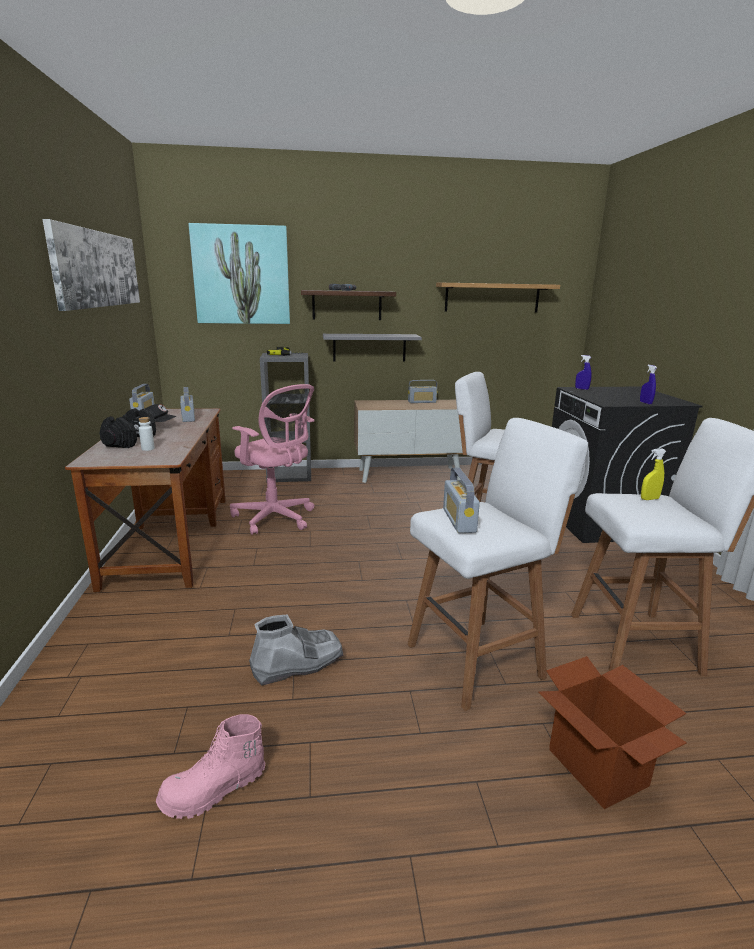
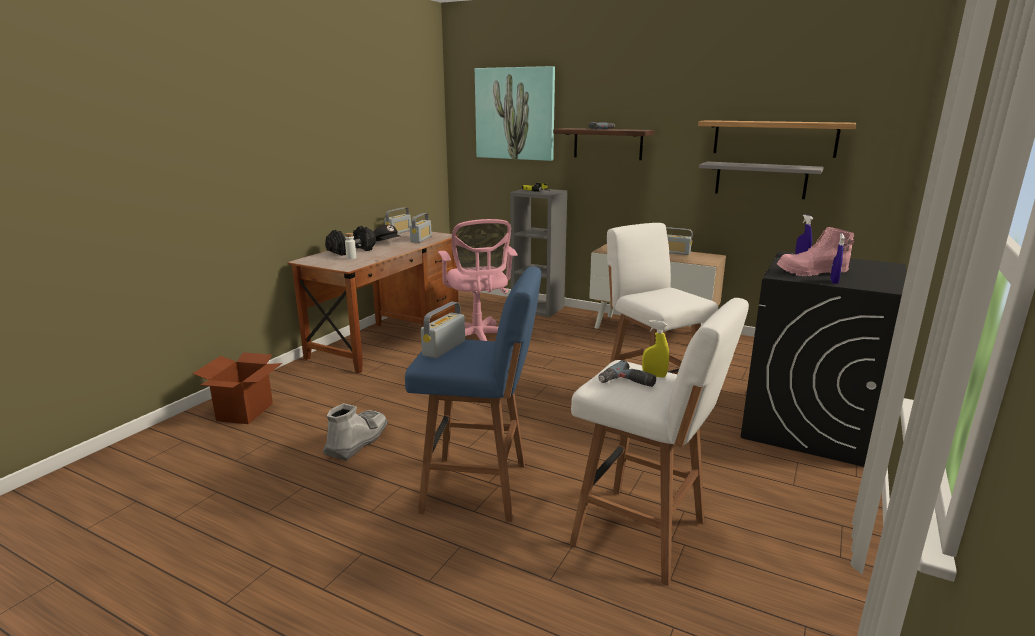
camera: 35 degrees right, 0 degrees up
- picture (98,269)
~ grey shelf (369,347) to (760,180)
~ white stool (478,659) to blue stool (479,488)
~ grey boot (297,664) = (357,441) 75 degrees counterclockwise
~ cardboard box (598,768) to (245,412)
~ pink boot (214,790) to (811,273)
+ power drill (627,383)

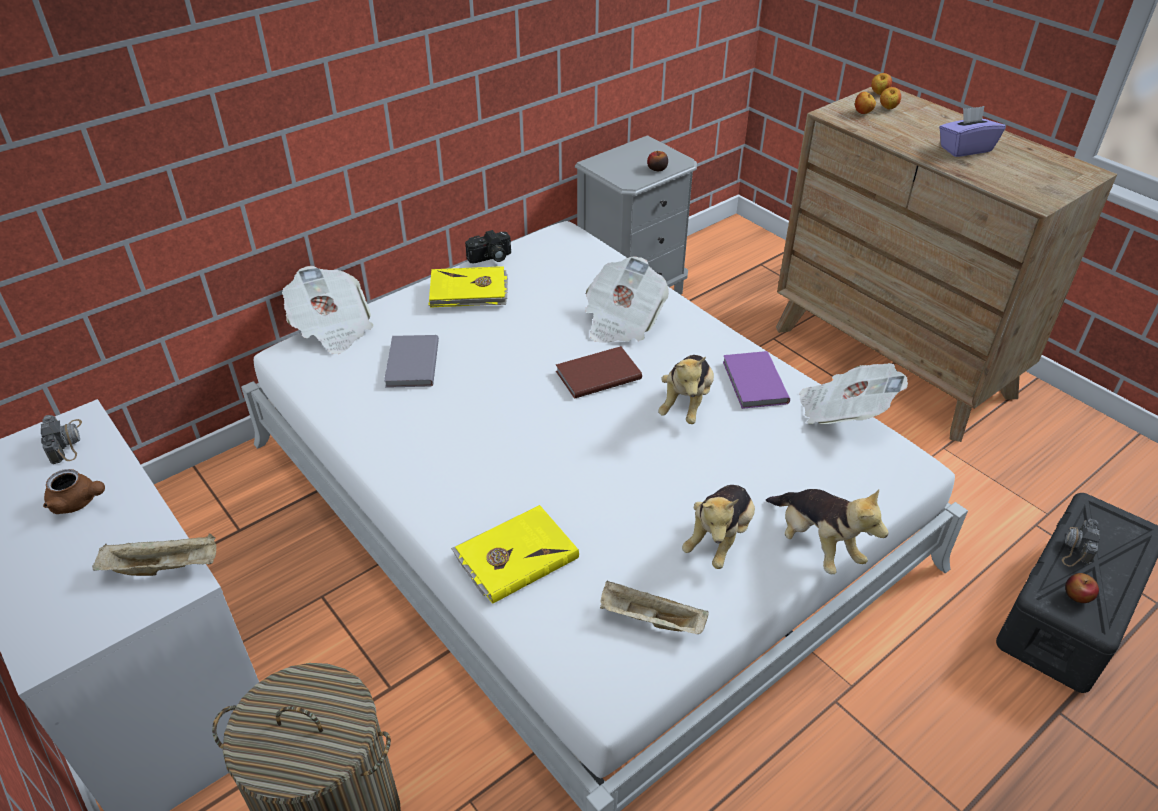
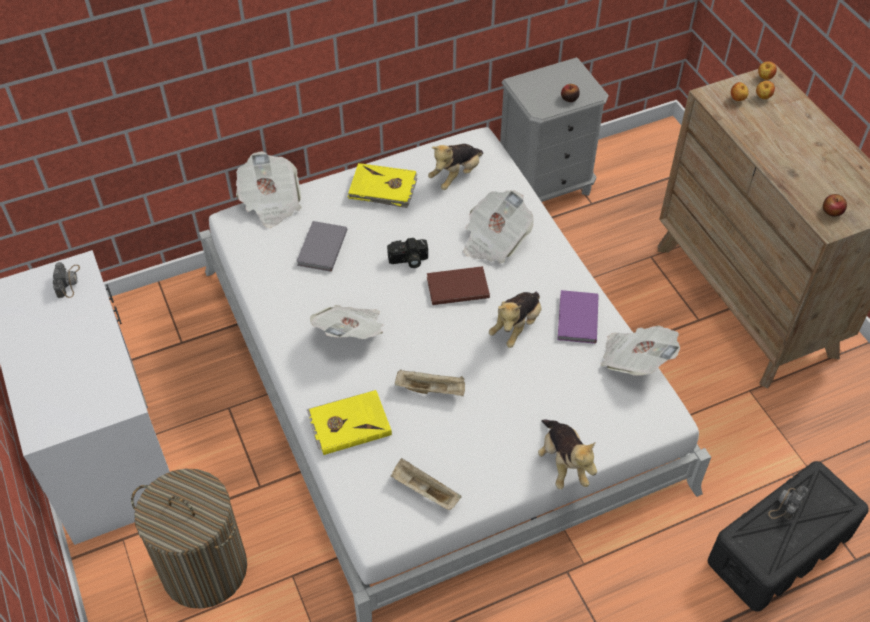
camera: 15 degrees right, 10 degrees up
- purple tissue box (965,149)
~ photo camera (490,258) to (408,261)
- brown teapot (78,502)
~ plush toy (719,538) to (456,176)
~ beige tray (164,567) to (431,389)
~ apple (1077,595) to (832,211)
+ newspaper (351,333)

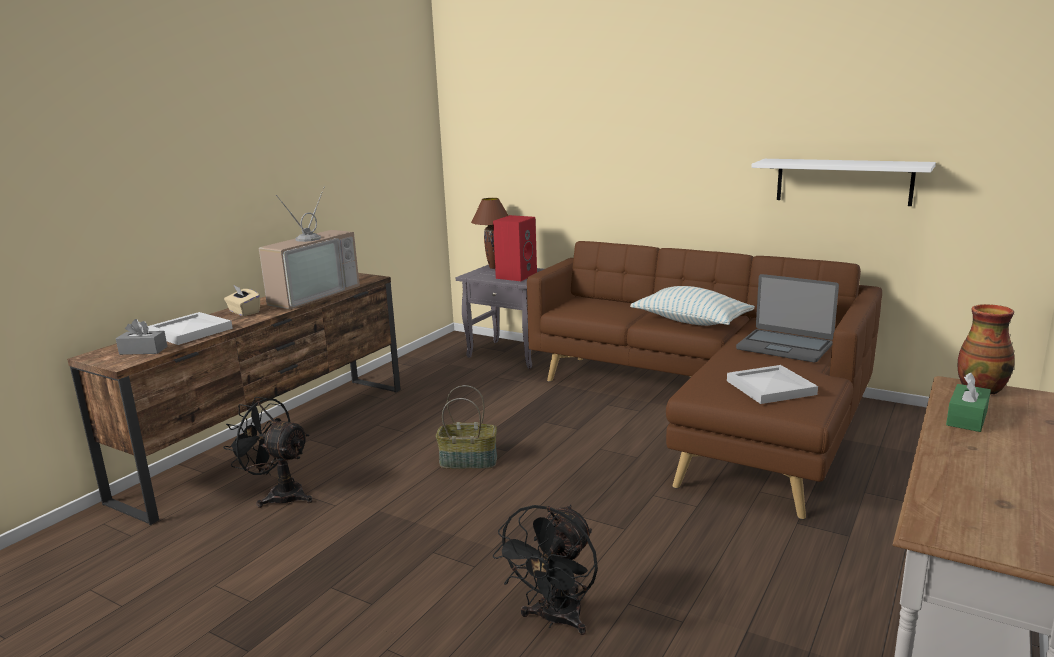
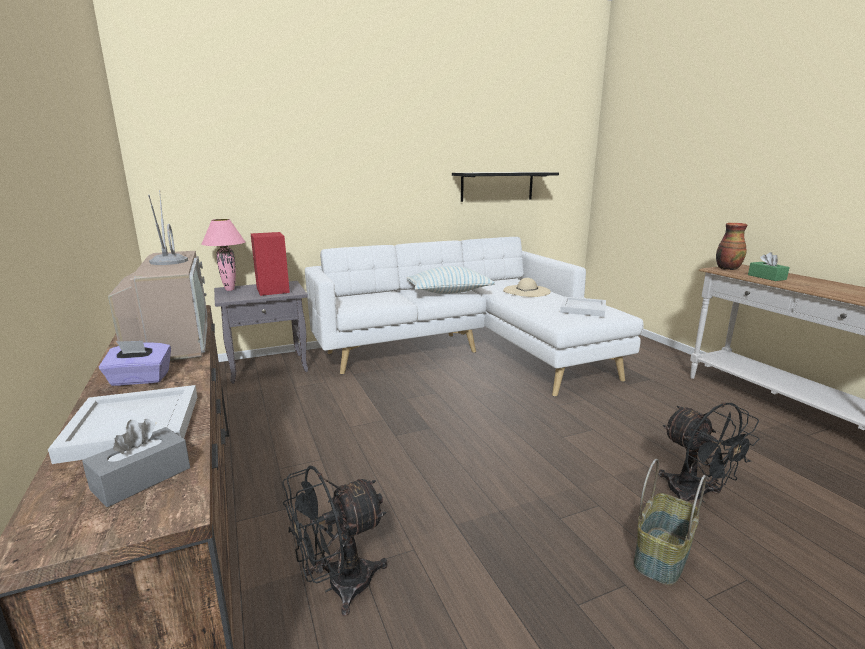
camera: 55 degrees left, 0 degrees up
~ white shelf (843,181) to black shelf (497,186)
~ brown table lamp (494,267) to pink table lamp (230,289)
~ brown sofa (710,412) to white sofa (474,352)
~ laptop (784,346) to beige hat (526,291)
~ beige tissue box (244,312) to purple tissue box (140,379)
~ basket (469,461) to (661,554)

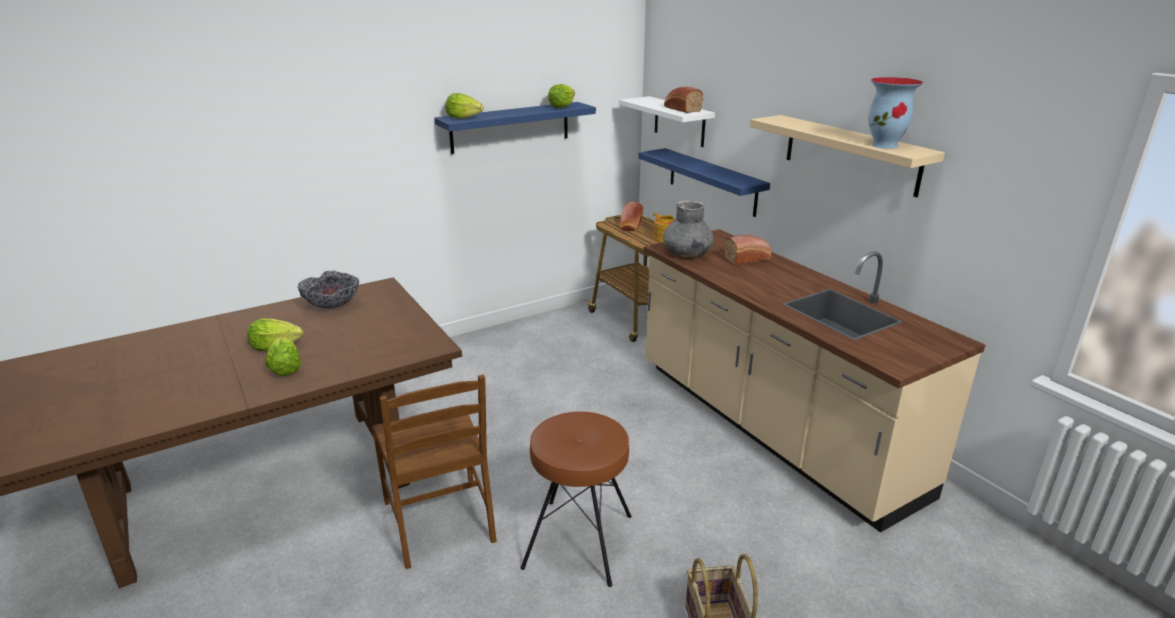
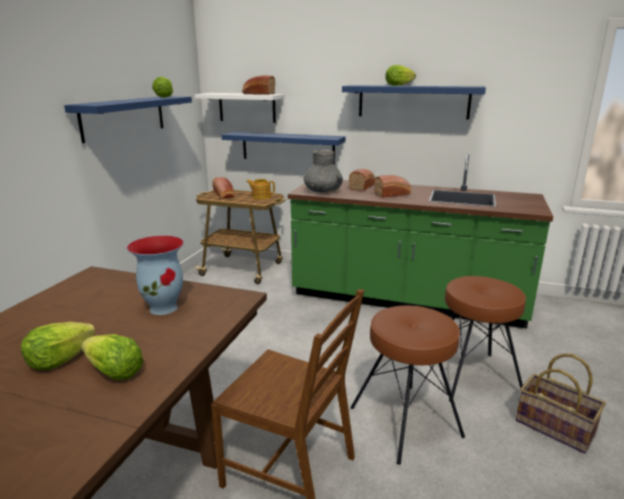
camera: 40 degrees left, 5 degrees down
~ vase (885,145) to (164,308)
~ lettuce (463,118) to (398,85)
~ beige shelf (850,154) to blue shelf (413,102)
~ beige counter (770,427) to green counter (406,300)
- bowl (332,305)
+ bread (393,194)
+ brown stool (472,377)

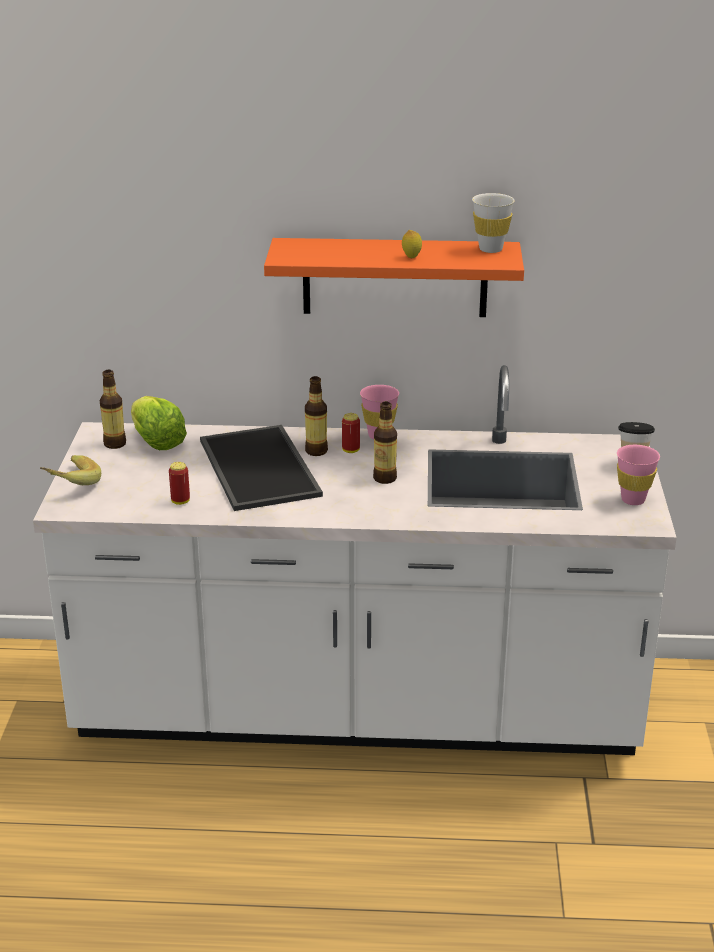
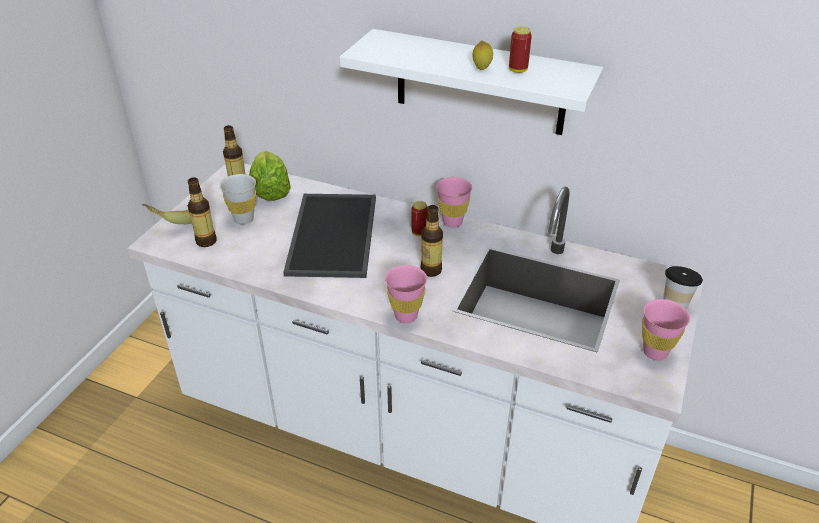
camera: 20 degrees right, 10 degrees up
~ white cup (490,249) to (244,219)
~ orange shelf (395,277) to white shelf (480,83)
~ bottle (316,451) to (206,241)
~ can (180,501) to (518,70)
+ pink cup (406,316)

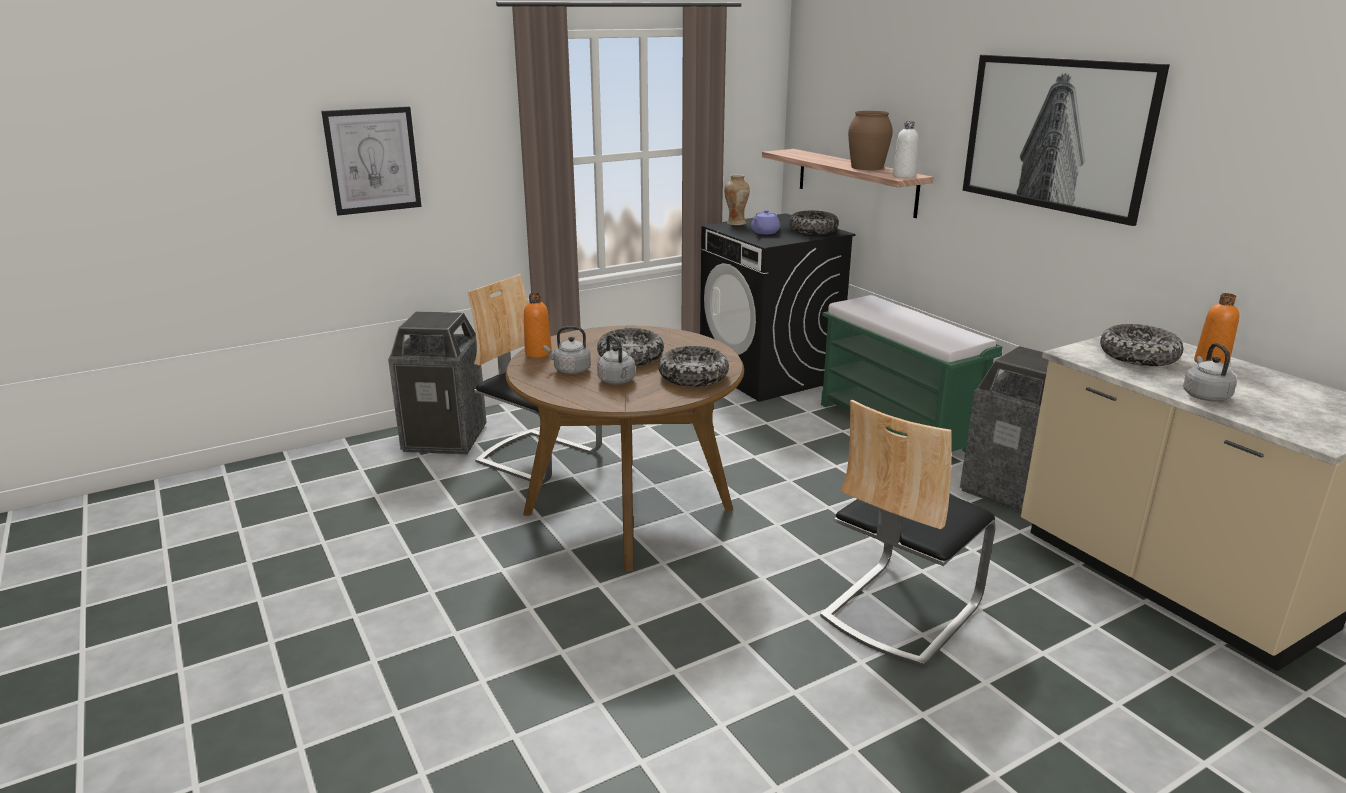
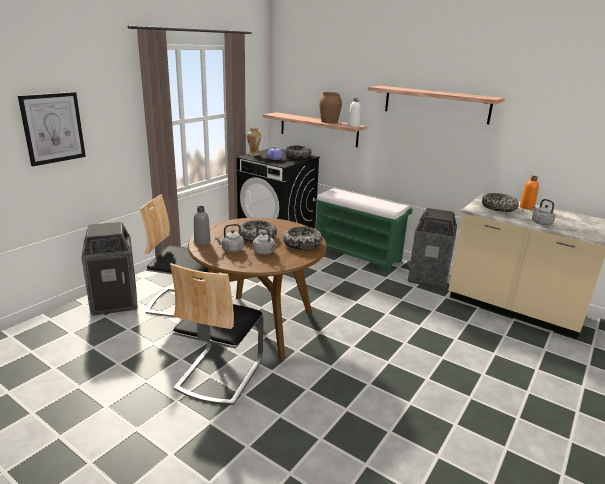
camera: 25 degrees left, 0 degrees up
~ picture (1055,134) to shelf (436,104)
~ orange bottle (538,353) to grey bottle (202,242)
~ chair (900,610) to (219,373)

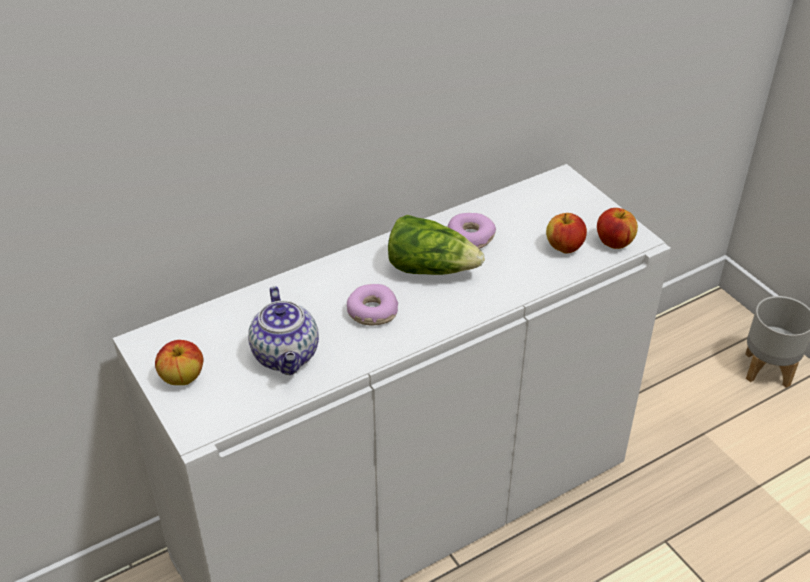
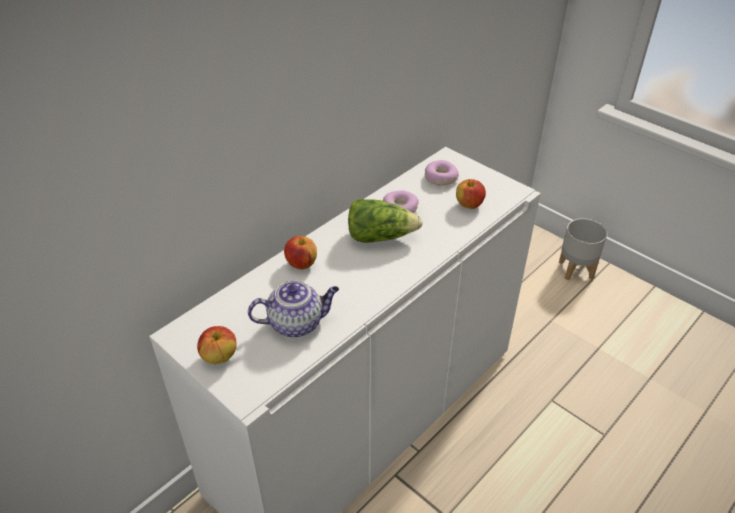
camera: 15 degrees left, 0 degrees up
~ apple (614,242) to (301,264)
~ donut (371,312) to (440,178)
~ teapot (286,356) = (297,323) 75 degrees counterclockwise

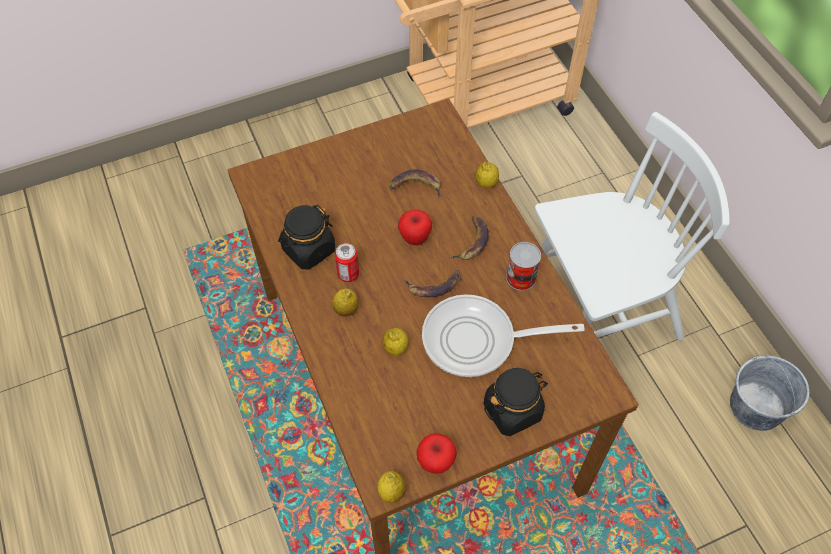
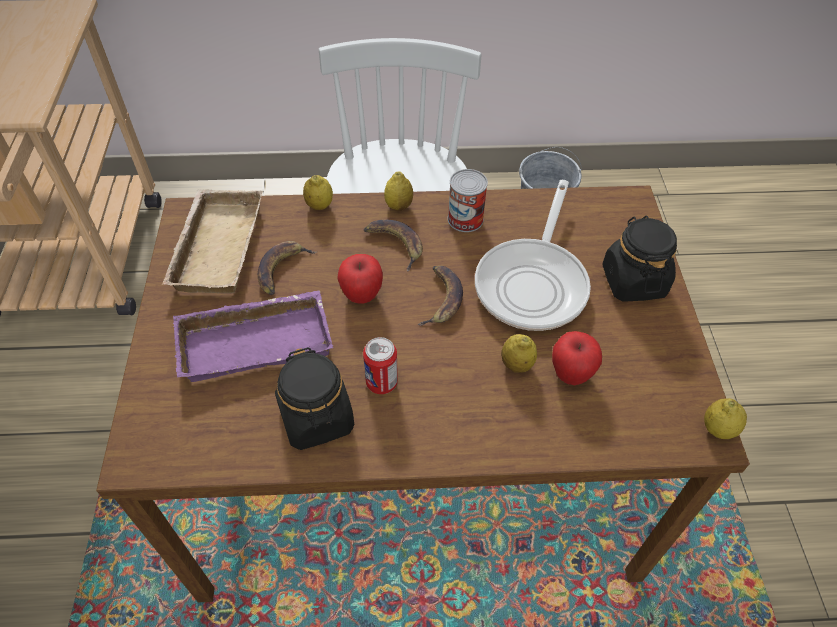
camera: 70 degrees left, 5 degrees down
~ lemon (346,310) to (399,206)
~ apple (435,462) to (571,374)
+ beige tray (215,246)
+ purple tray (257,339)

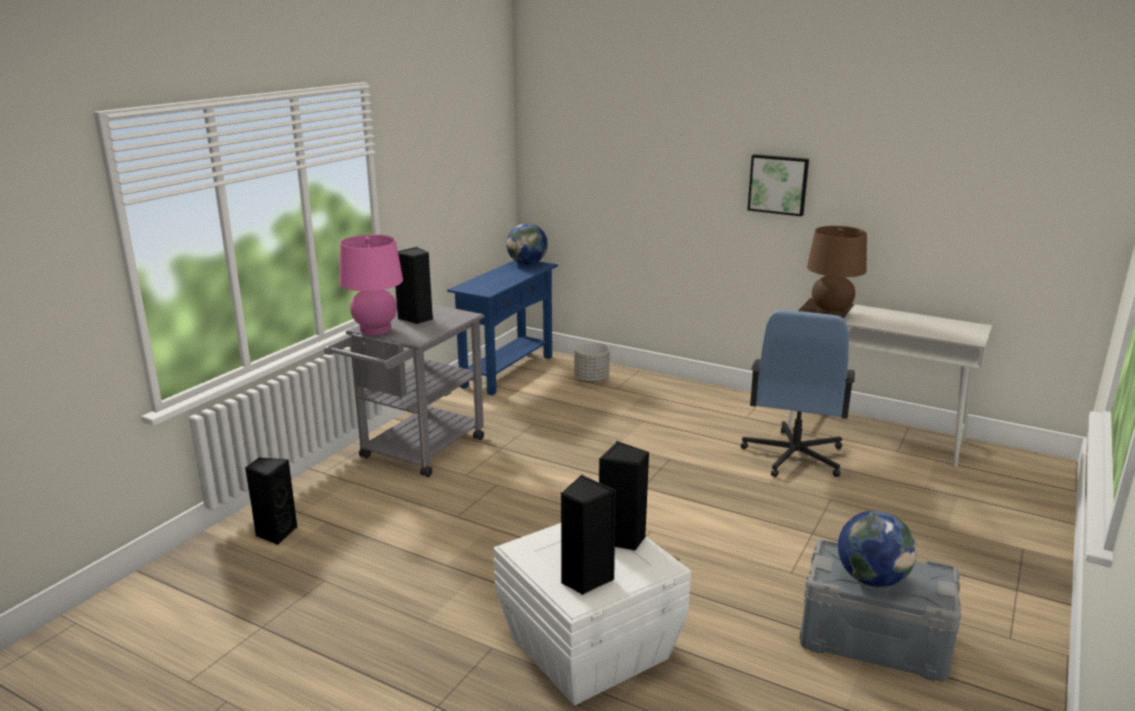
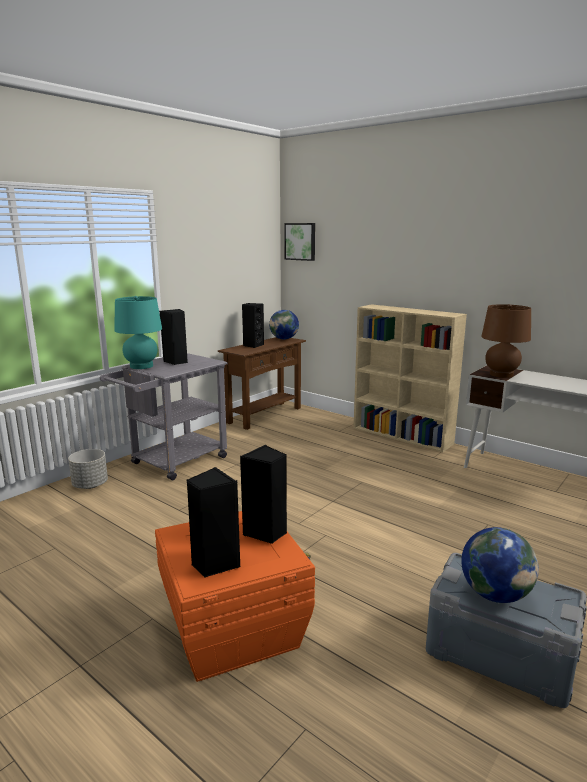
camera: 10 degrees right, 5 degrees down
~ picture (778,184) to (300,241)
~ pink table lamp (375,329) to turquoise table lamp (141,366)
~ blue console table (507,371) to brown console table (264,415)
- blue office chair (793,456)
~ grey planter (591,379) to (90,485)
~ black speaker (275,533) to (253,345)
~ white storage box (589,646) to orange storage box (234,627)
+ beige bookcase (403,436)

